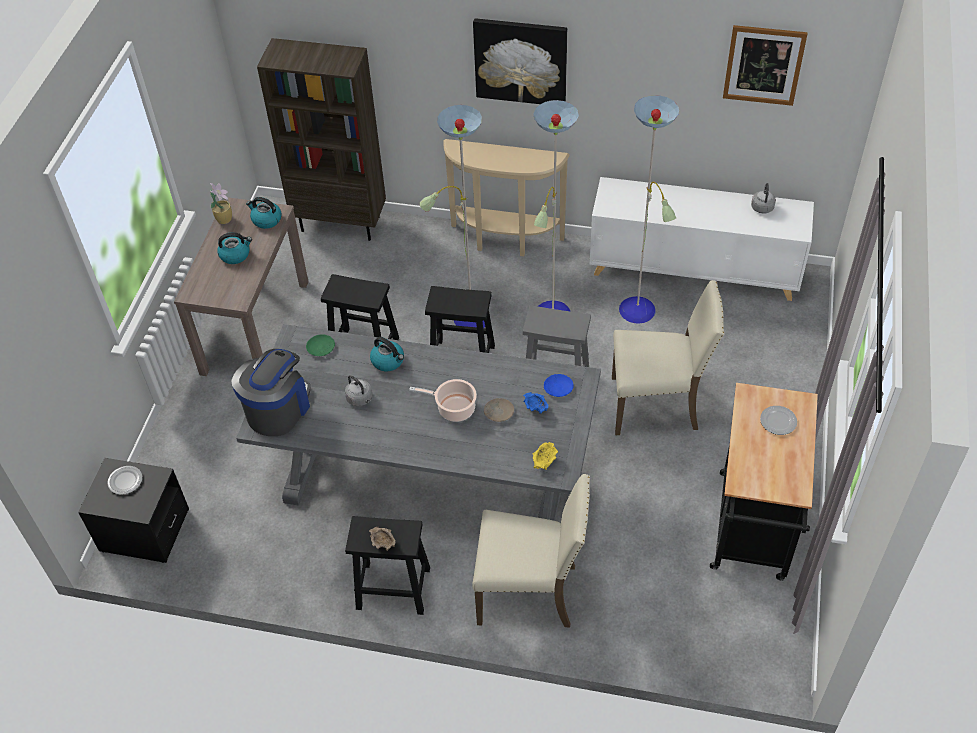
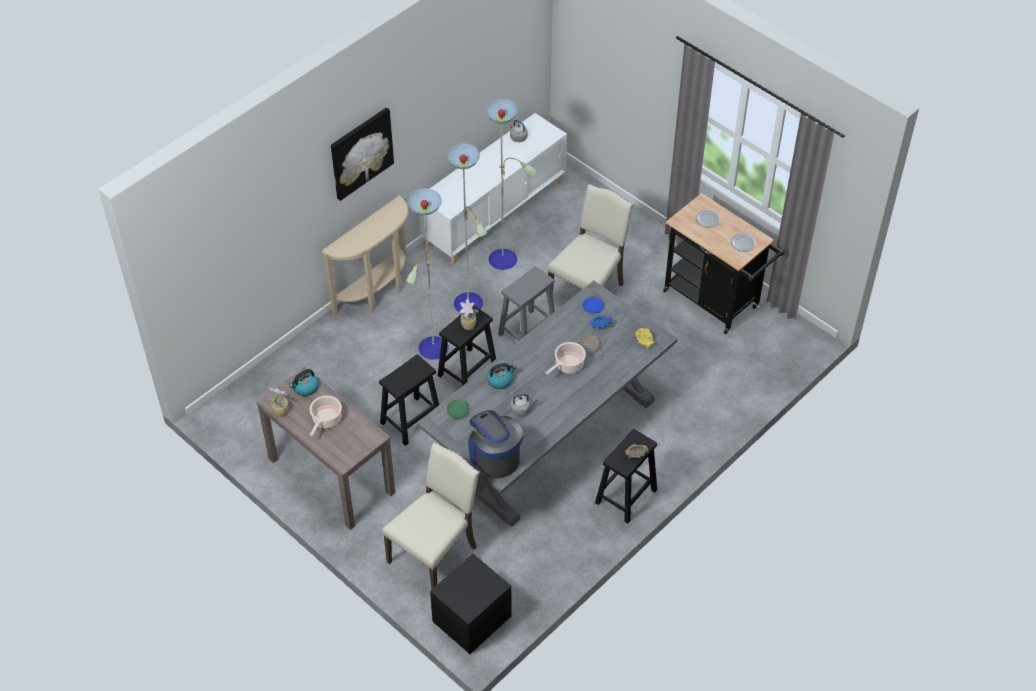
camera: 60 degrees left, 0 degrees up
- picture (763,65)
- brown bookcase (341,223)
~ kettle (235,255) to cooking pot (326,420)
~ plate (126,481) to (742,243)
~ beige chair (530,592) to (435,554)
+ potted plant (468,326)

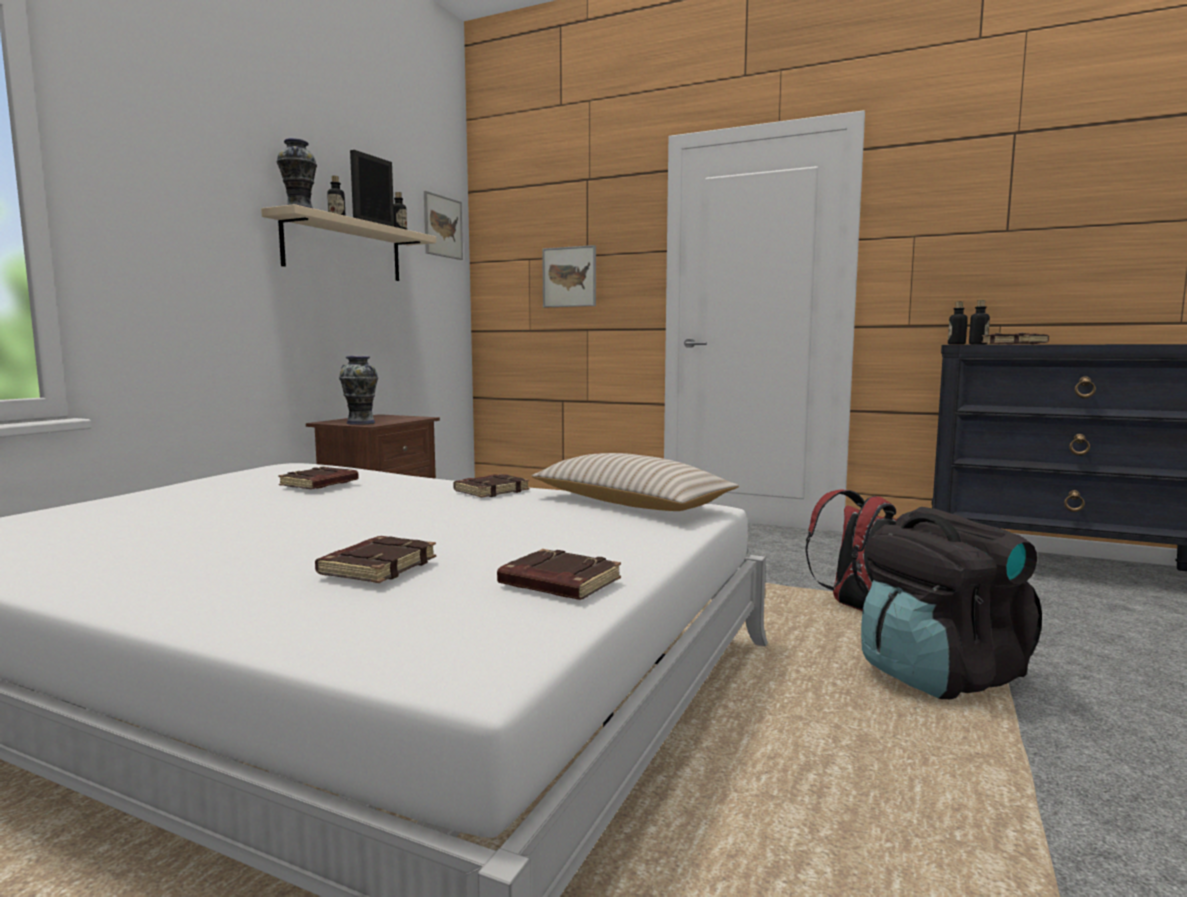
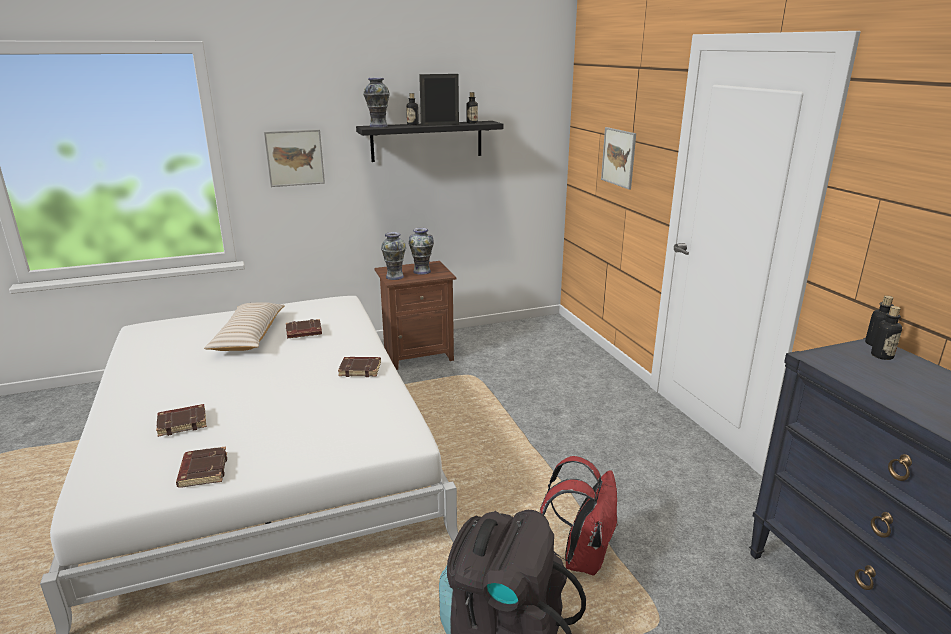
camera: 45 degrees right, 15 degrees up
~ picture (442,226) to (295,158)
~ beige shelf (344,249) to black shelf (427,141)
- brown book (1015,344)
~ beige pillow (630,503) to (249,336)
+ vase (422,271)

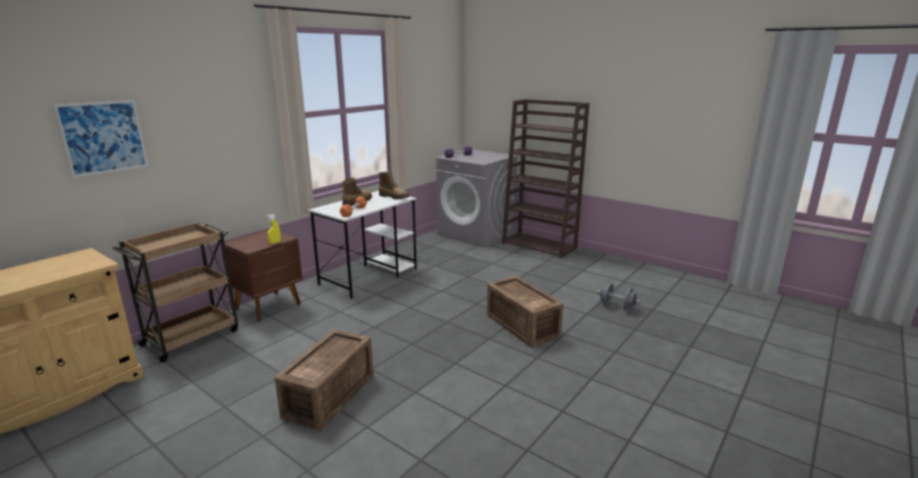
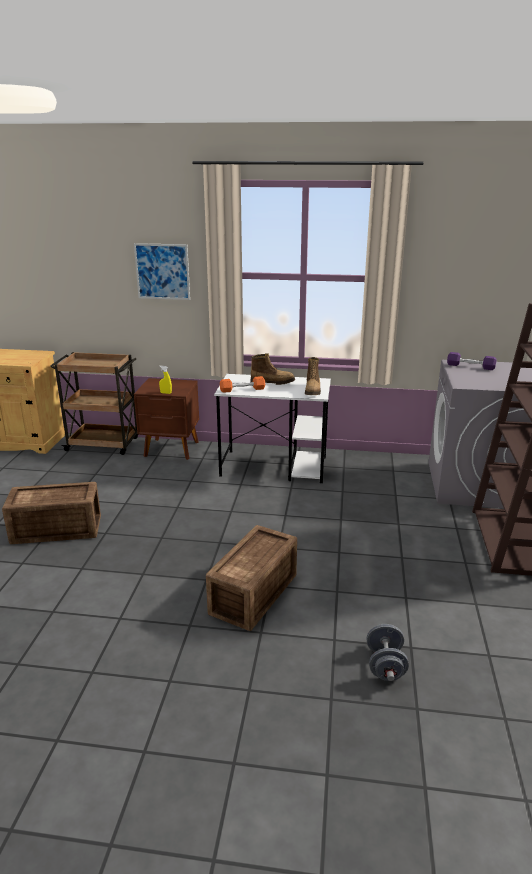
camera: 60 degrees right, 5 degrees up
~ picture (103,137) to (162,271)

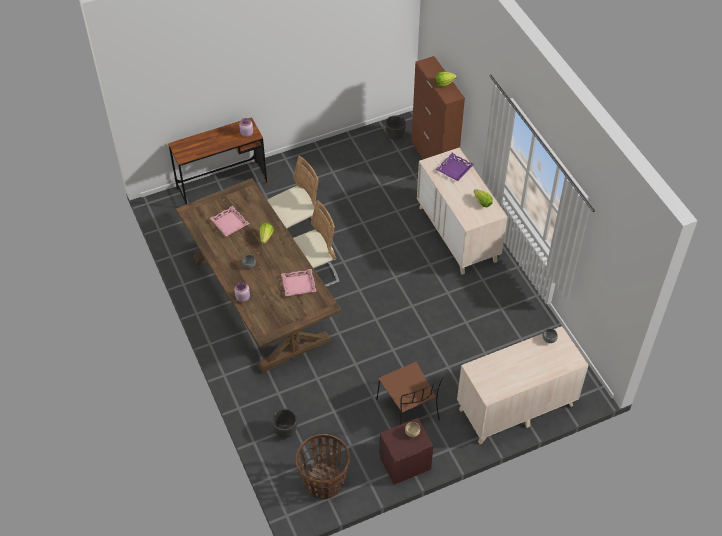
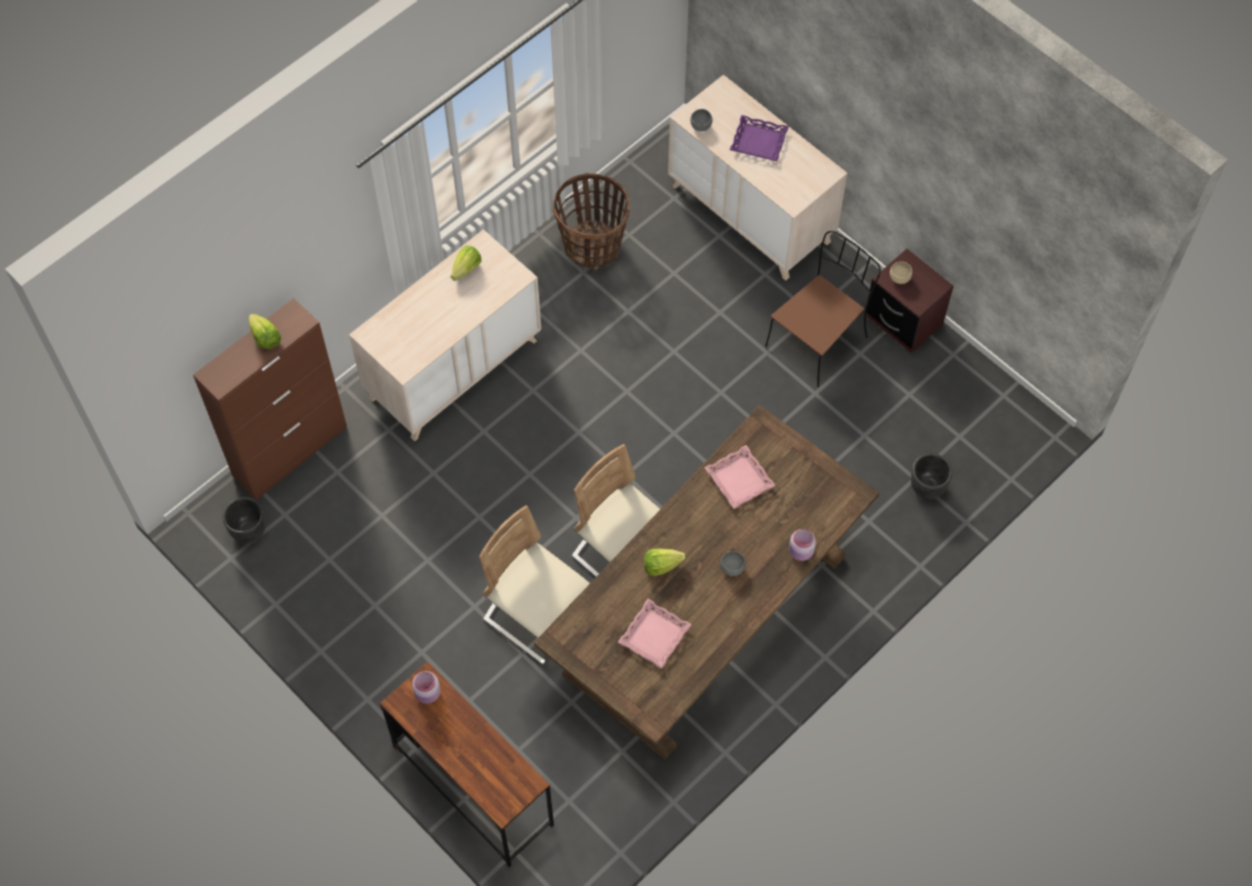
camera: 110 degrees left, 10 degrees up
~ purple tray (454,169) to (759,141)
~ basket (324,482) to (592,246)

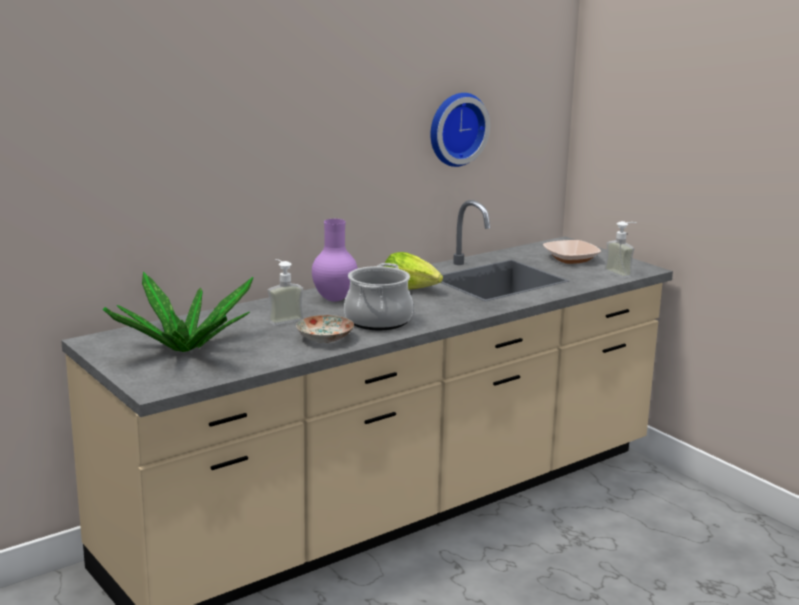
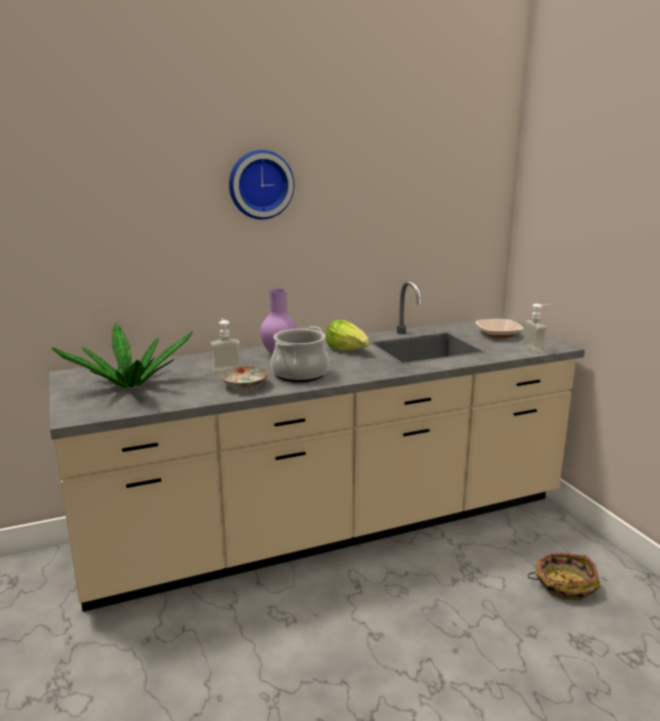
camera: 15 degrees right, 0 degrees up
~ wall clock (455,128) to (260,184)
+ basket (564,584)

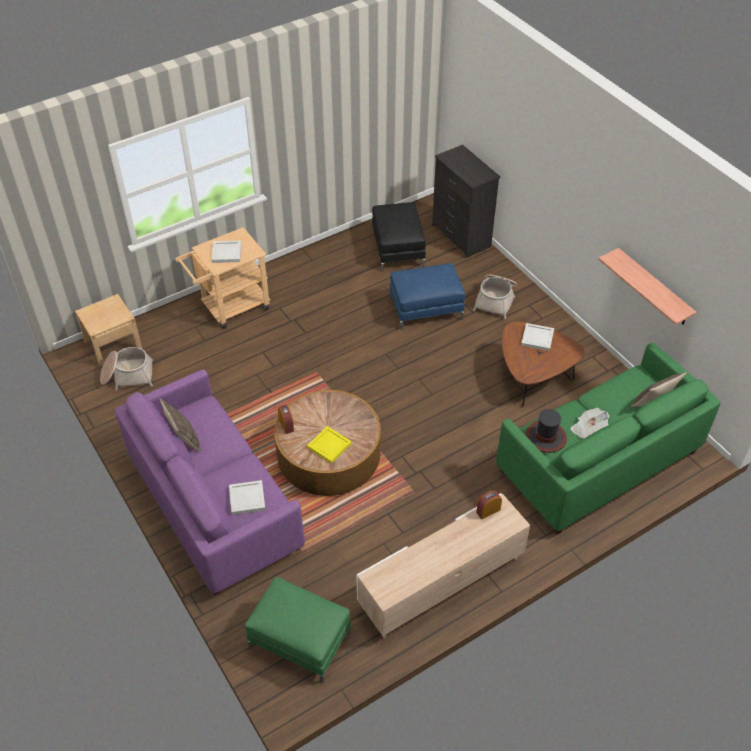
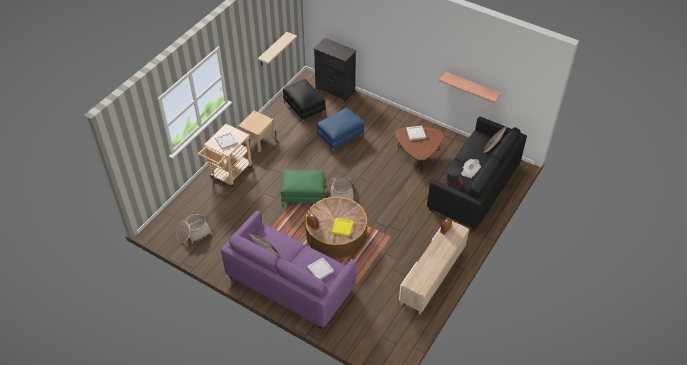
camera: 25 degrees left, 0 degrees up
~ basket (496,299) to (341,192)
~ beige nightstand (113,344) to (257,140)
~ green sofa (598,461) to black sofa (474,188)
~ green ottoman (300,639) to (303,196)
+ beige shelf (272,49)

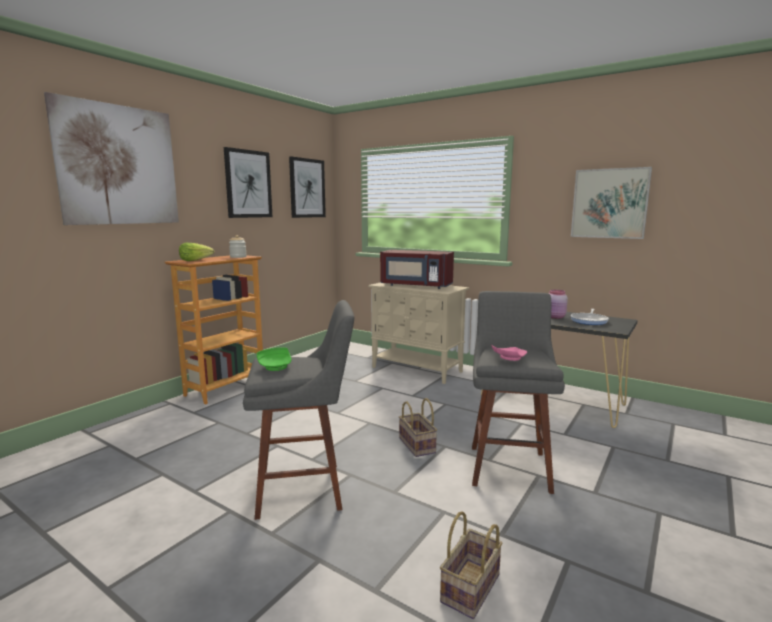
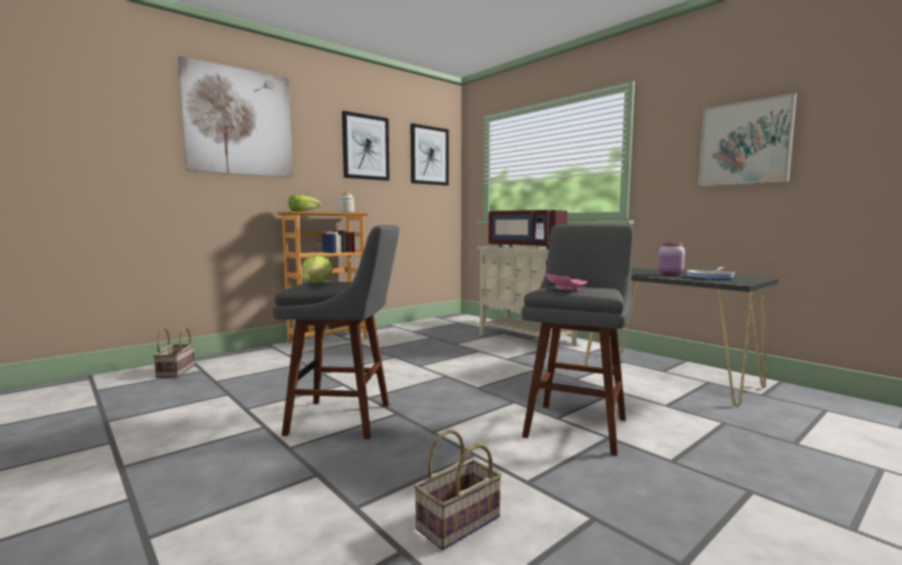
camera: 15 degrees right, 5 degrees down
~ green plate (276,366) to lettuce (317,283)
~ basket (418,445) to (176,371)

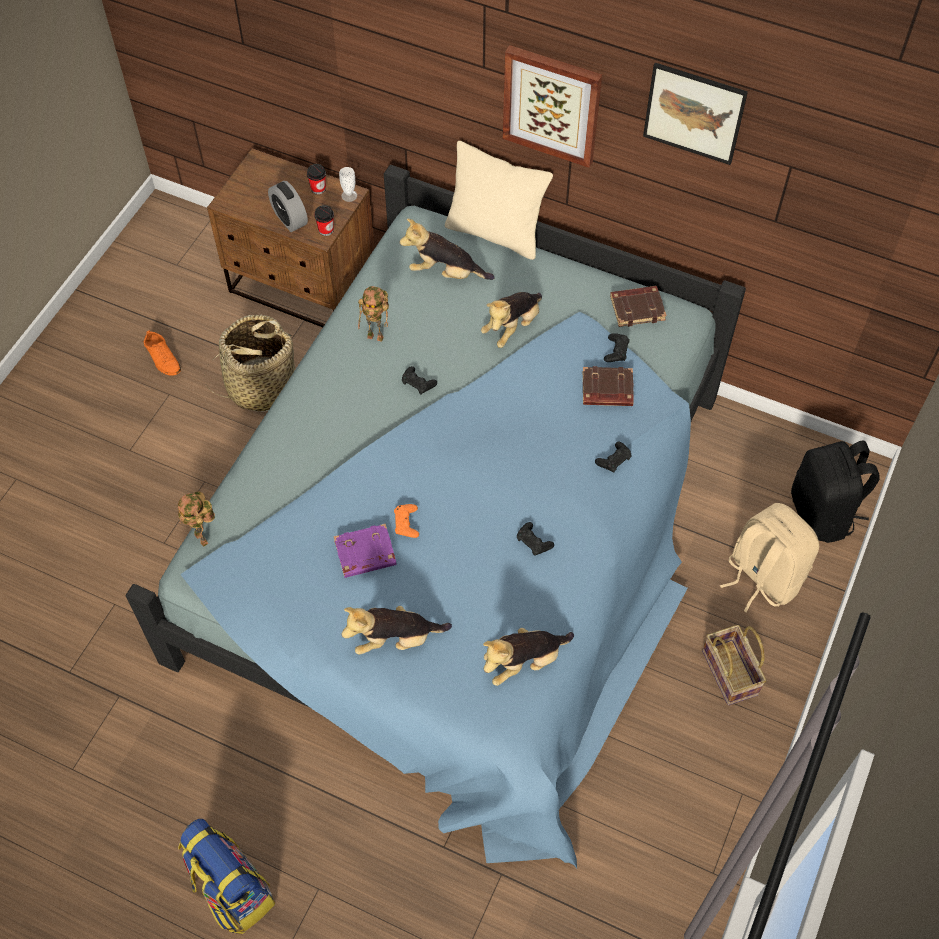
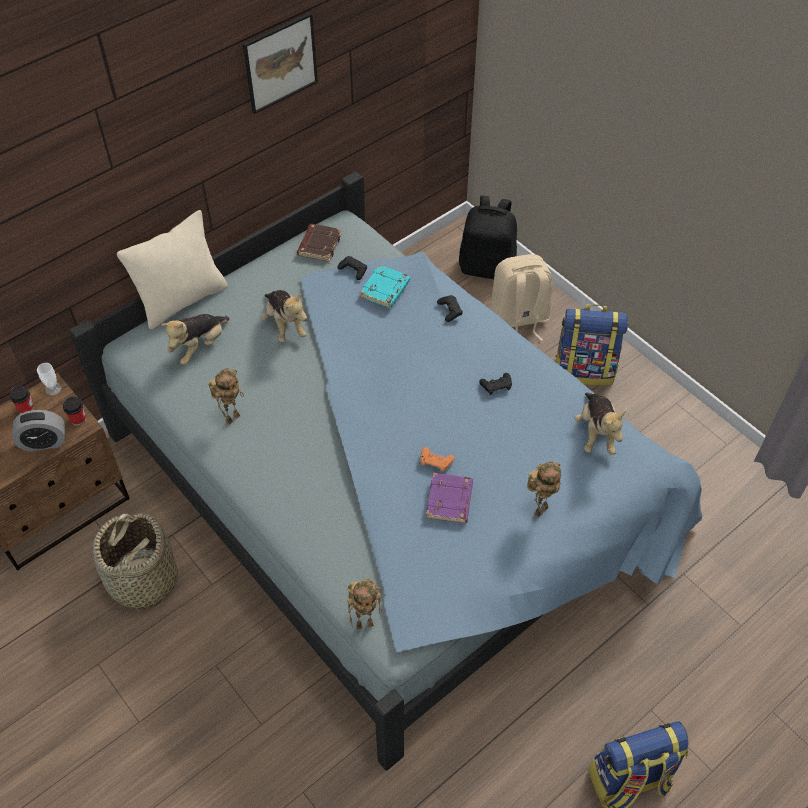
camera: 65 degrees left, 5 degrees down
- picture (552,104)
- orange shoe (162,358)
- black game controller (418,383)
~ brown book (606,390) to turquoise book (385,290)
~ plush toy (395,639) to toy robot (540,509)
~ basket (731,674) to backpack (585,369)

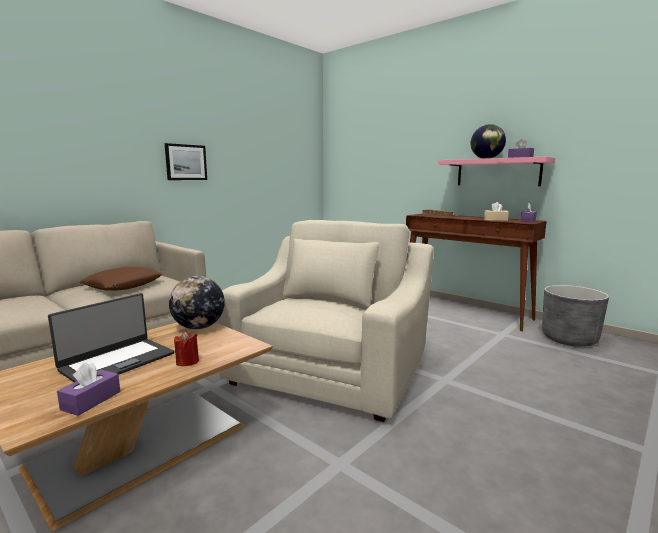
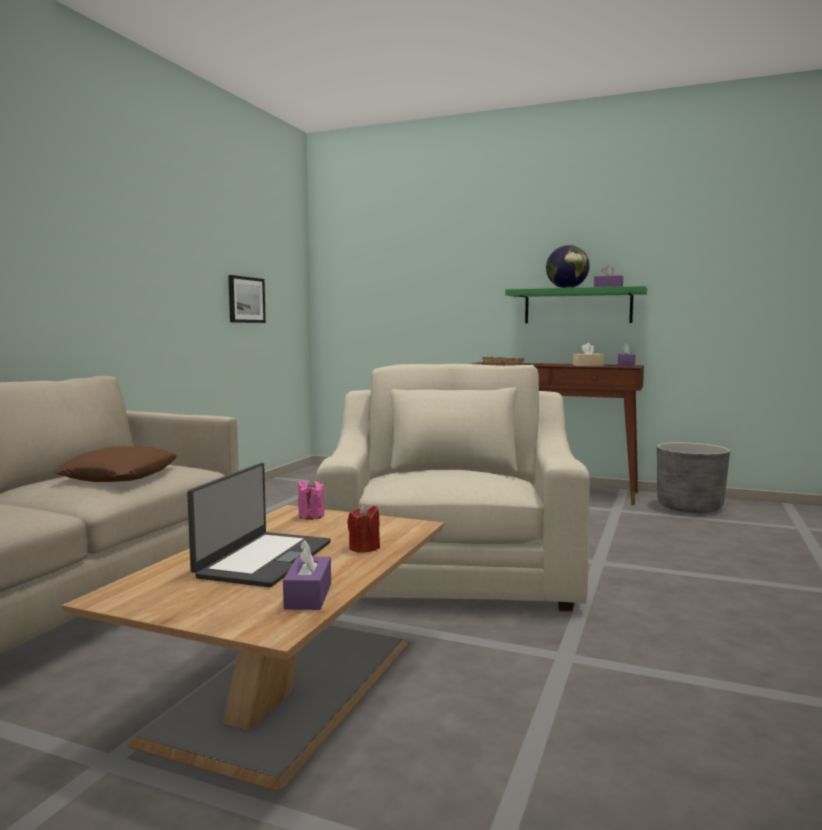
camera: 20 degrees left, 5 degrees down
~ picture (186,162) to (246,300)
~ pink shelf (497,172) to green shelf (577,306)
~ globe (199,327) to pink candle (311,516)

